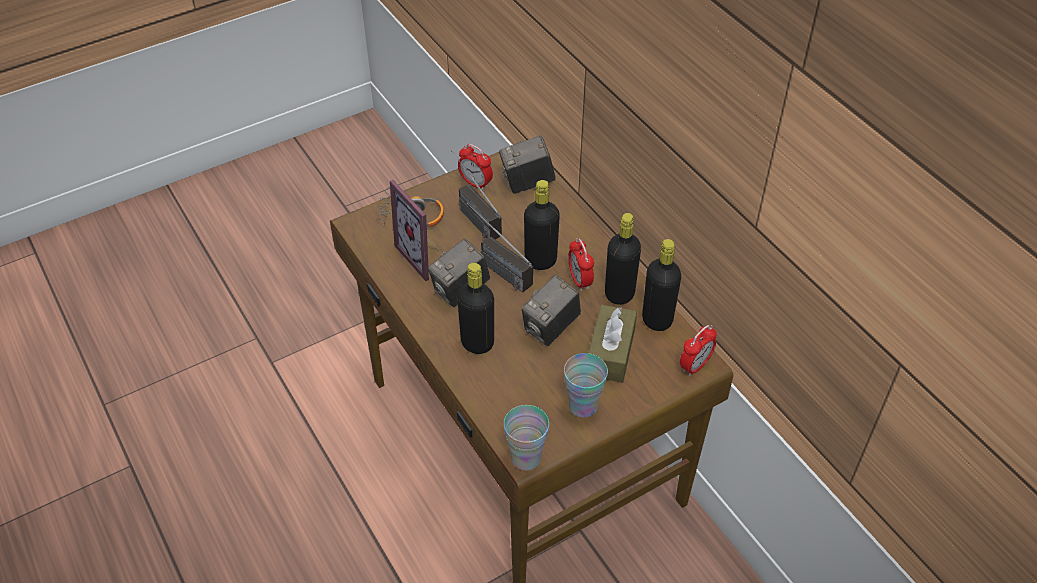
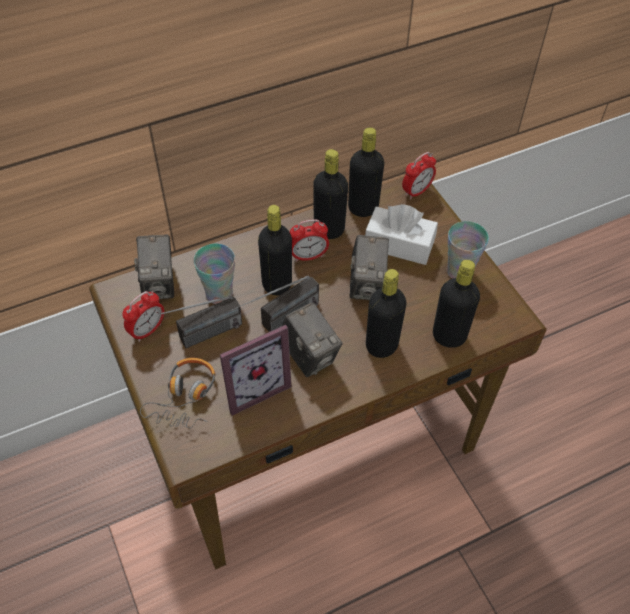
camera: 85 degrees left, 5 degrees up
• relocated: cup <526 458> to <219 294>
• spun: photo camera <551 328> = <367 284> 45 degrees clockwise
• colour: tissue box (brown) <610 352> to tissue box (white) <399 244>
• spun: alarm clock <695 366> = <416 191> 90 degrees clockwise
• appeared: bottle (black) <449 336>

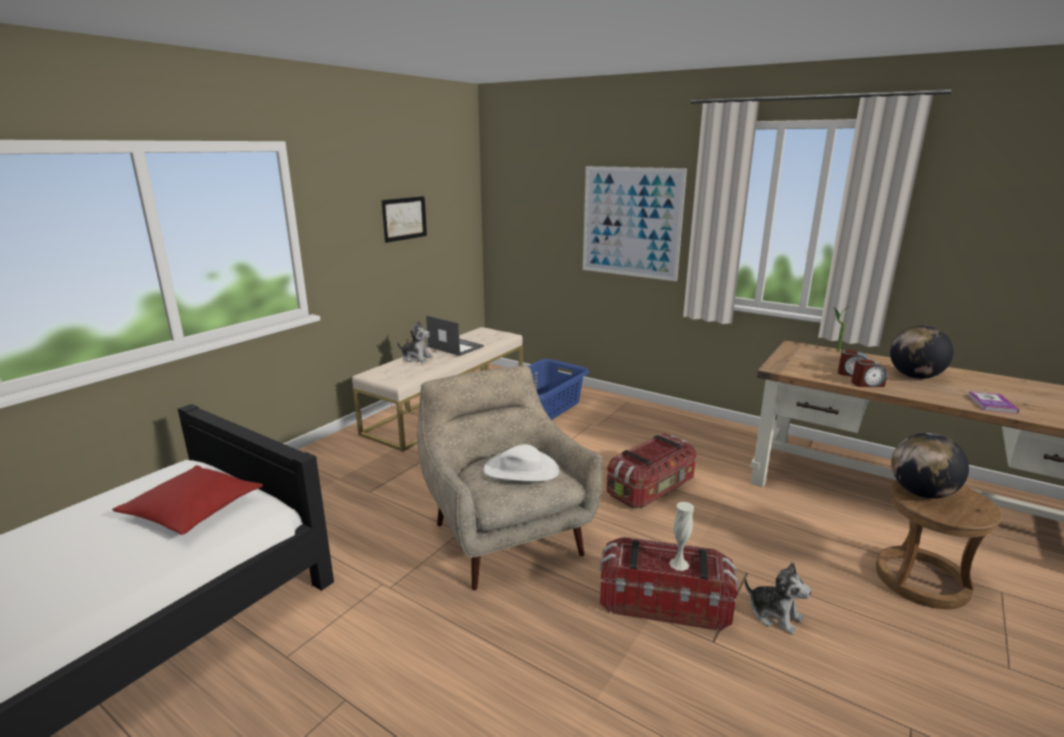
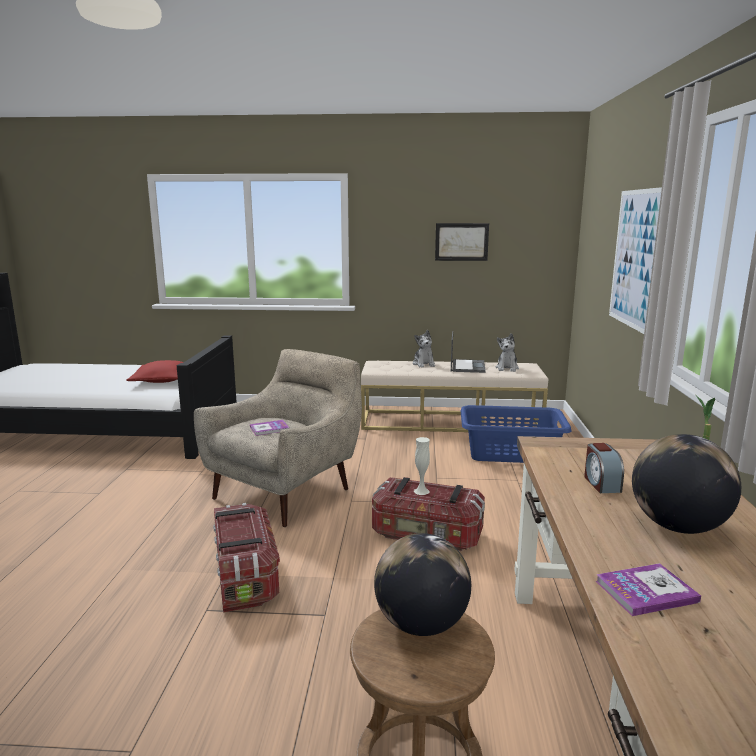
camera: 60 degrees right, 5 degrees down
• exchanged: hat (white) <521 470> to book <269 429>
• relocated: vase (white) <679 564> to <421 491>
• relocated: plush toy <774 615> to <507 368>
• missing: alarm clock <867 384>

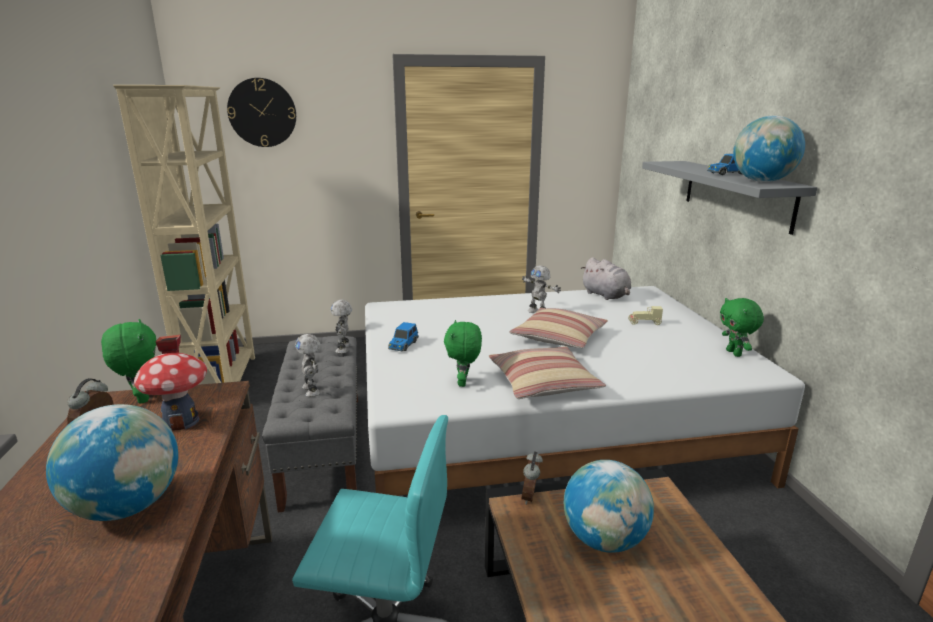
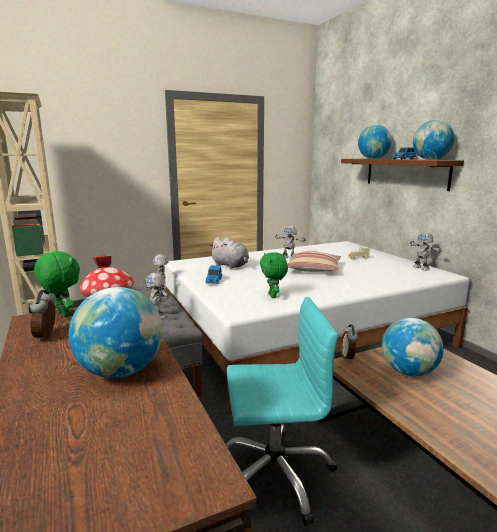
camera: 15 degrees left, 5 degrees down
• missing: wall clock <262 113>
• missing: pillow <543 383>
• relocated: plush toy (grey) <606 295> to <231 266>
• colour: shelf (grey) <736 193> to shelf (brown) <405 173>
• exchanged: plush toy (green) <734 353> to toy robot <421 268>
• appeared: globe <373 158>

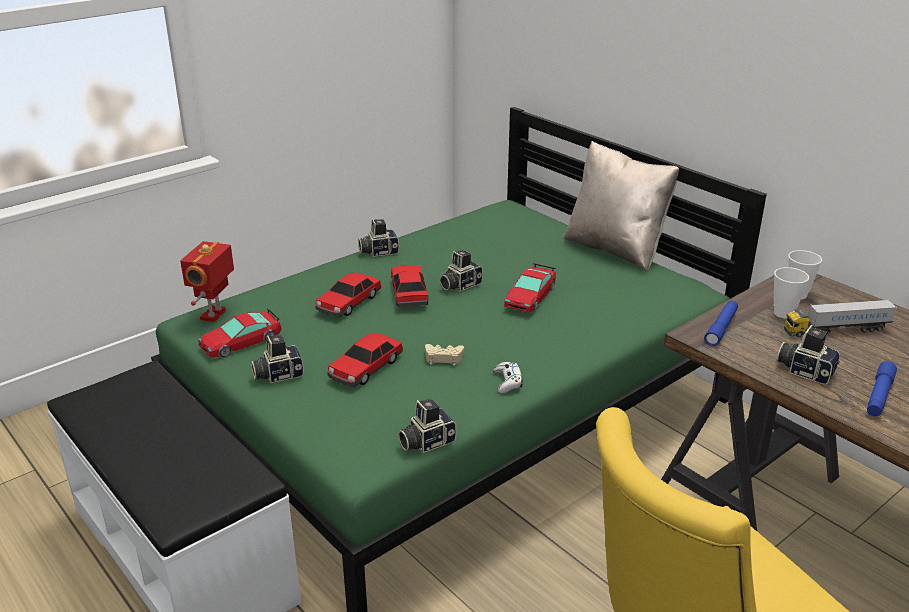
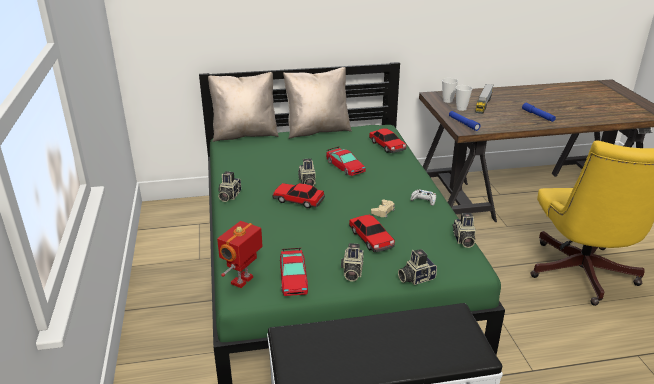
camera: 60 degrees left, 0 degrees up
• spun: toy robot <215 315> = <243 281> 75 degrees clockwise
• relocated: toy car <348 303> to <387 146>
• relocated: photo camera <805 370> to <415 277>
• appeared: pillow (beige) <245 134>

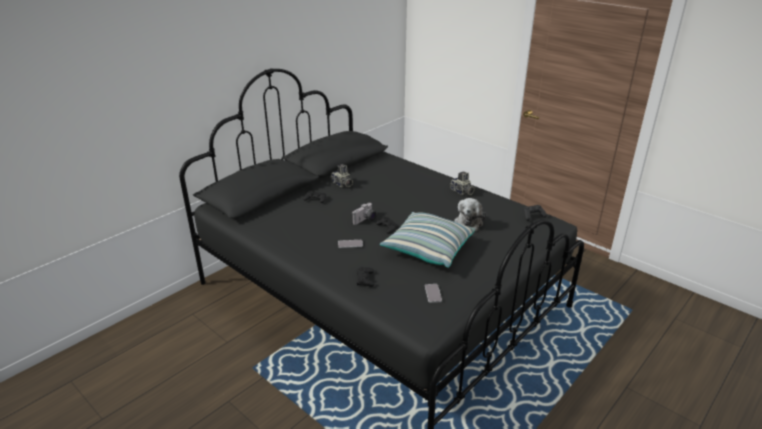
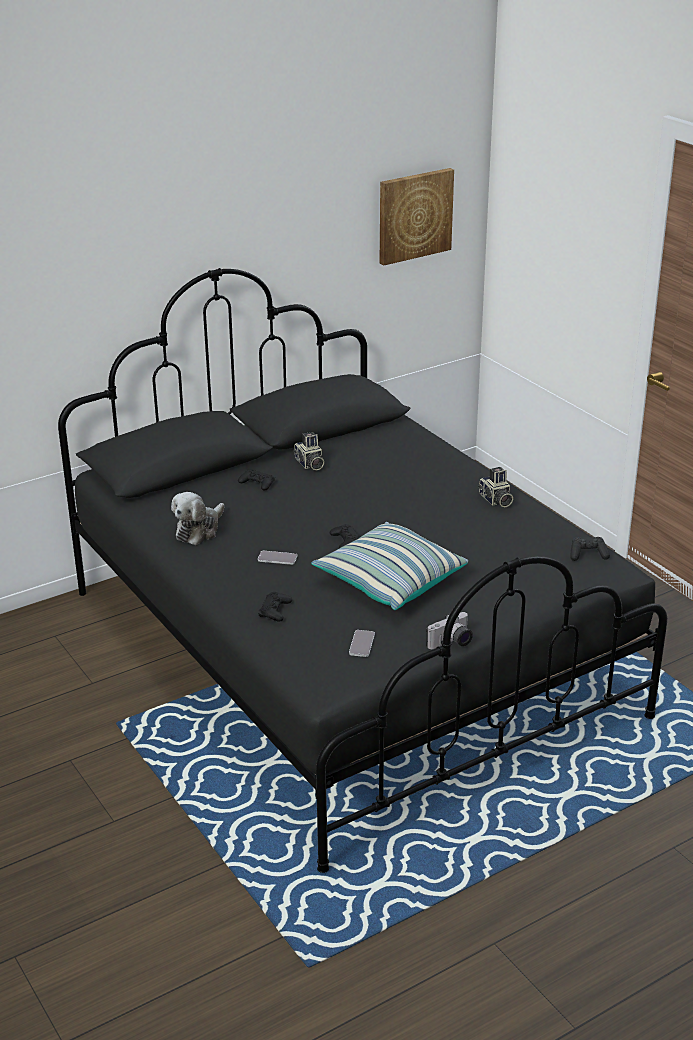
camera: 15 degrees right, 0 degrees up
• relocated: photo camera <365 220> to <451 643>
• relocated: plush toy <469 222> to <199 530>
• appeared: picture <414 215>

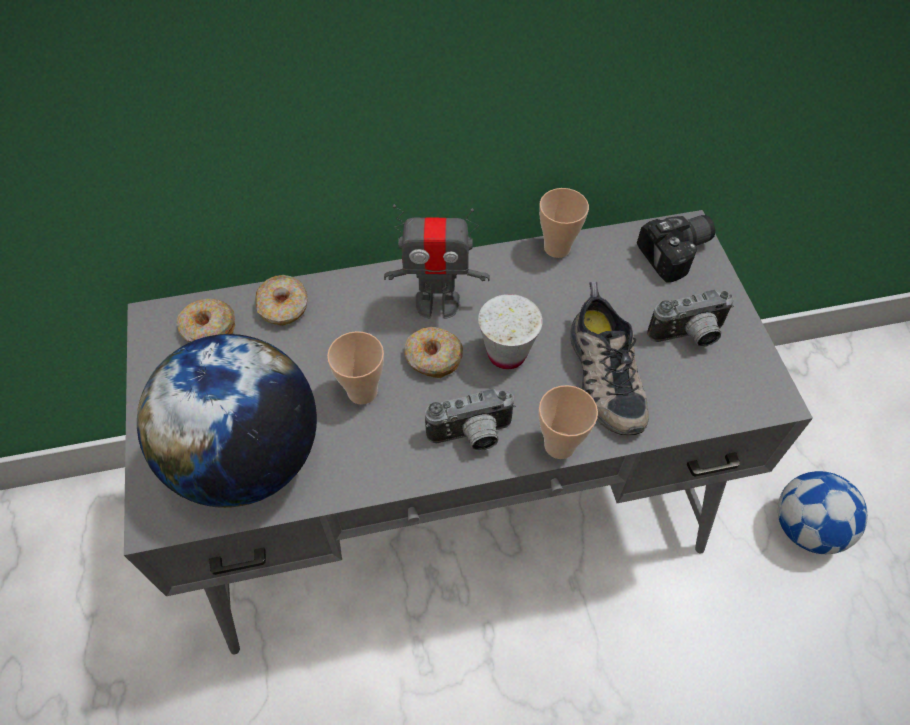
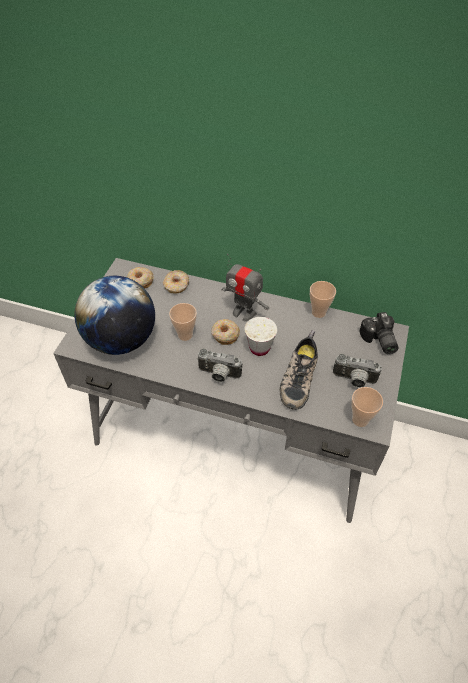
camera: 30 degrees right, 5 degrees down
• relocated: cup <559 445> to <360 419>
• spun: photo camera <678 254> = <378 341> 75 degrees clockwise
• missing: football <806 527>

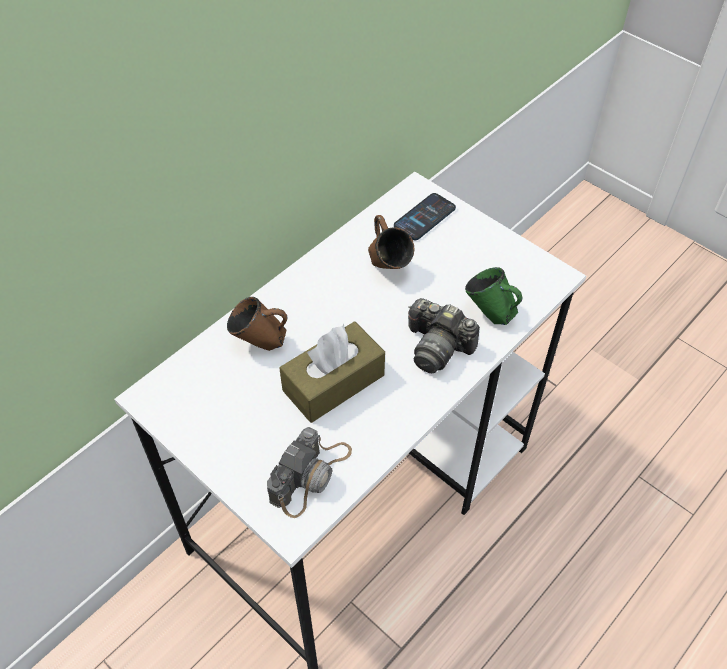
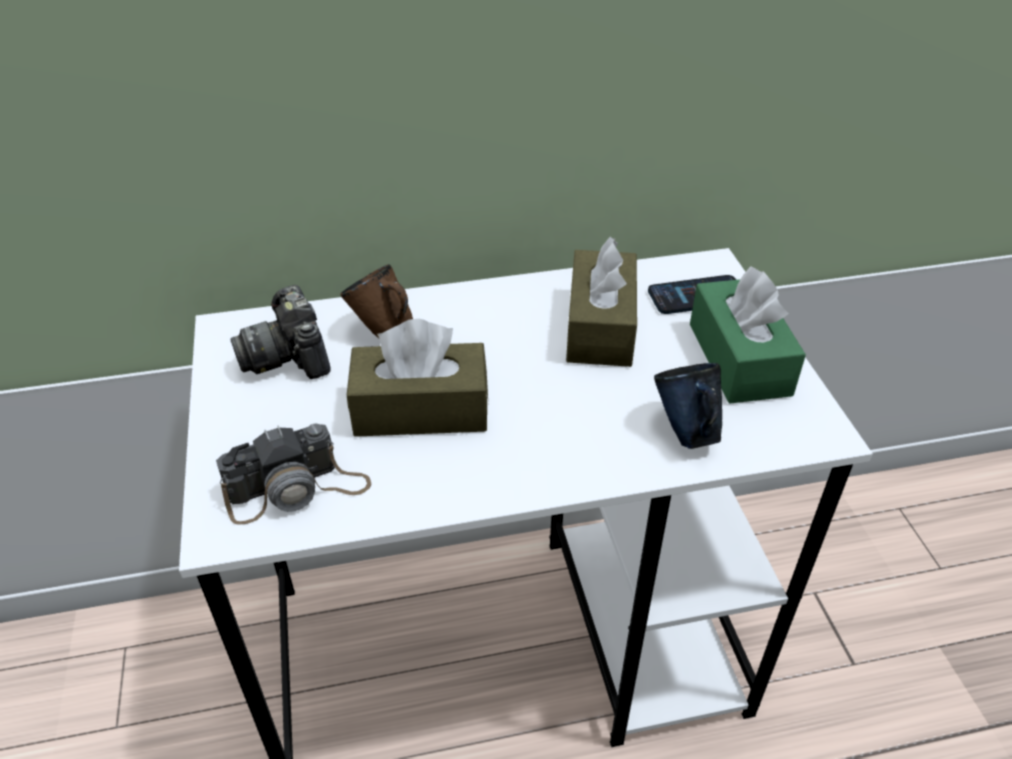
camera: 35 degrees right, 10 degrees down
• exchanged: mug (brown) <387 268> to tissue box (brown) <600 326>
• relocated: photo camera <437 347> to <289 355>
• colour: mug (green) <490 315> to mug (blue) <686 433>
• appeared: tissue box (green) <739 359>

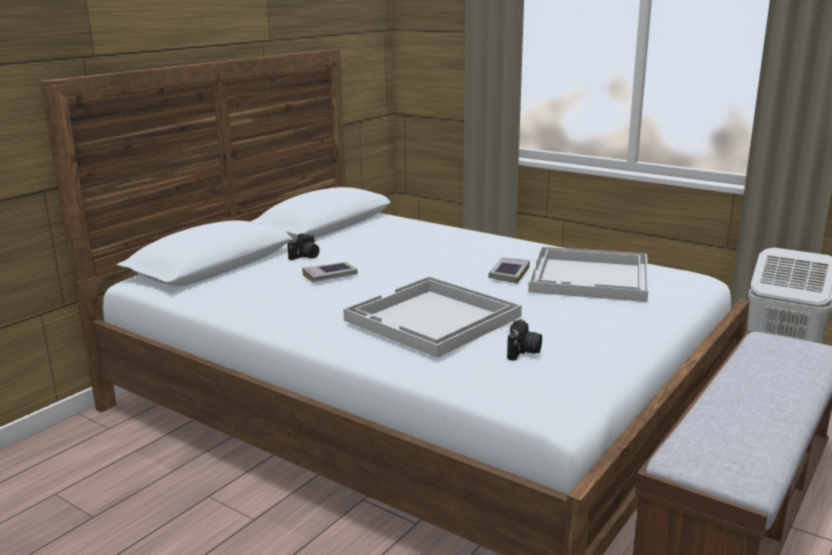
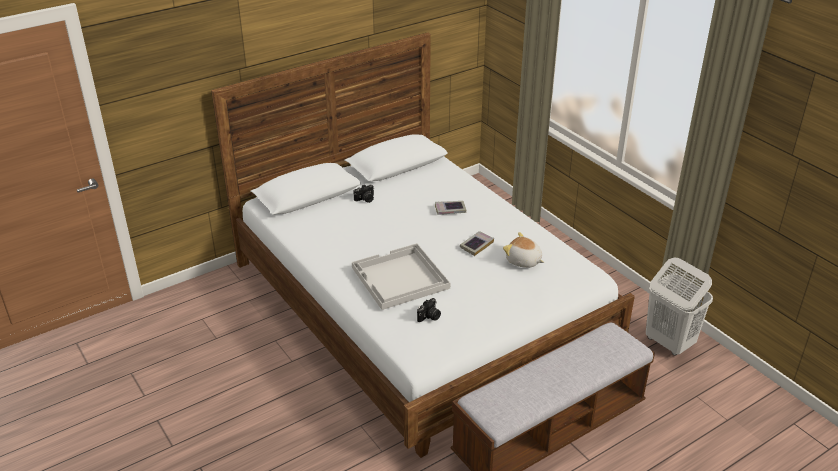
camera: 20 degrees right, 15 degrees up
• relocated: book <330 276> to <450 210>
• exchanged: tray (white) <591 277> to plush toy <523 261>

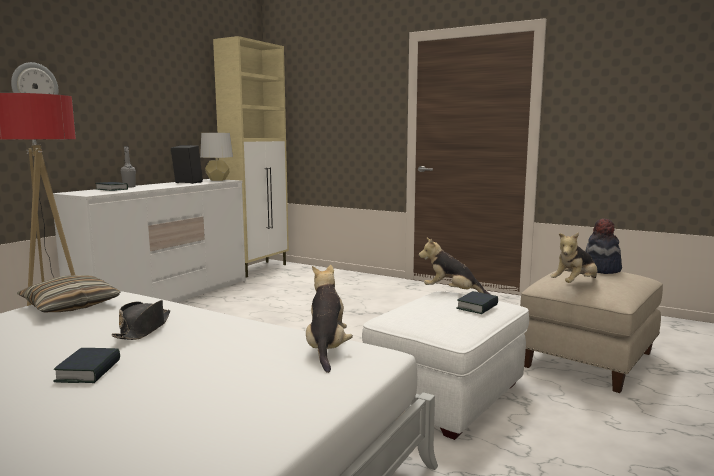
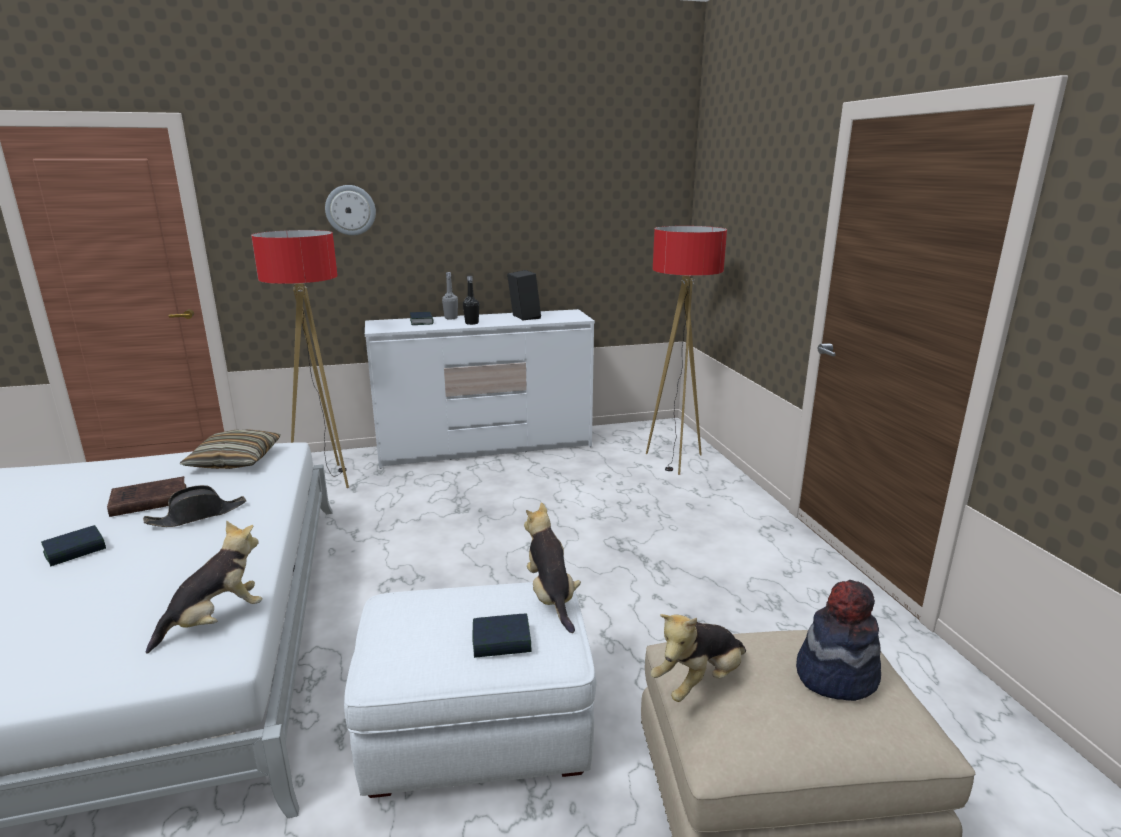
camera: 45 degrees right, 10 degrees up
• missing: table lamp (grey) <217 180>
• missing: cabinet (beige) <258 269>
• spun: plush toy <575 284> = <699 682> 45 degrees counterclockwise
• appeared: book (brown) <147 501>
• appeared: bottle (black) <471 323>
• appeared: floor lamp <675 461>

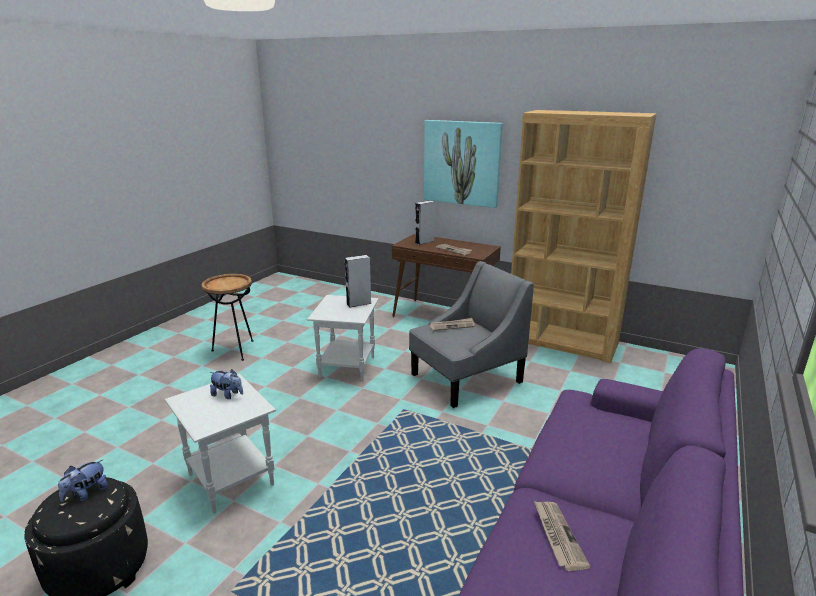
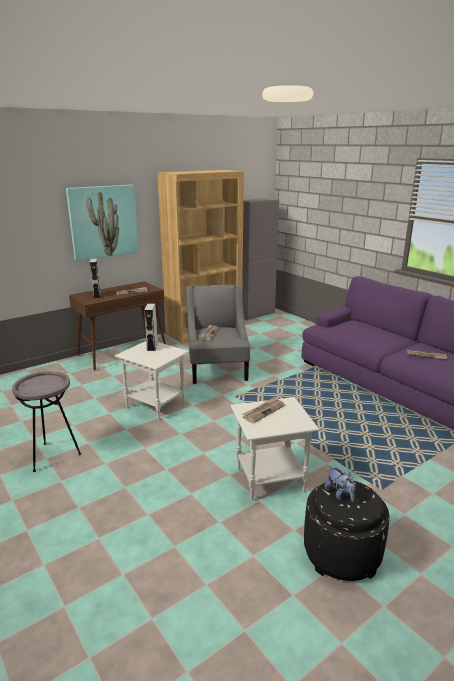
camera: 65 degrees left, 0 degrees up
• colour: side table (brown) <236 350> to side table (grey) <53 456>
• exchanged: plush toy <228 395> to newspaper <263 411>
• appeared: cabinet (grey) <256 314>

